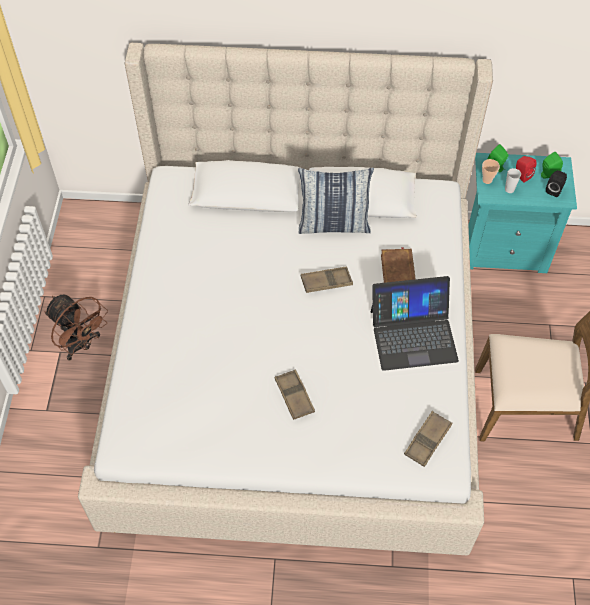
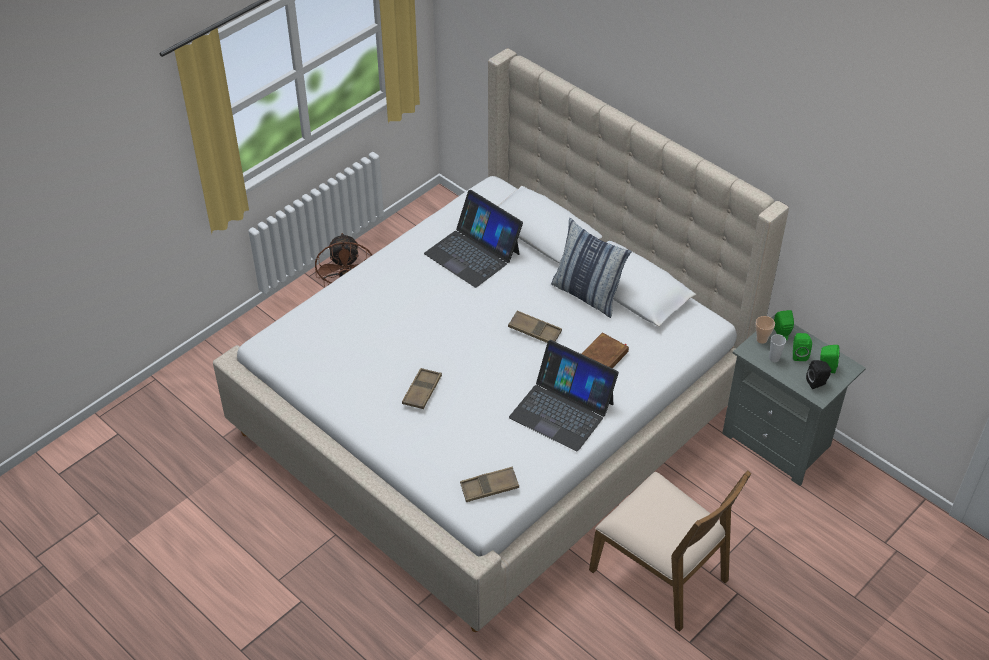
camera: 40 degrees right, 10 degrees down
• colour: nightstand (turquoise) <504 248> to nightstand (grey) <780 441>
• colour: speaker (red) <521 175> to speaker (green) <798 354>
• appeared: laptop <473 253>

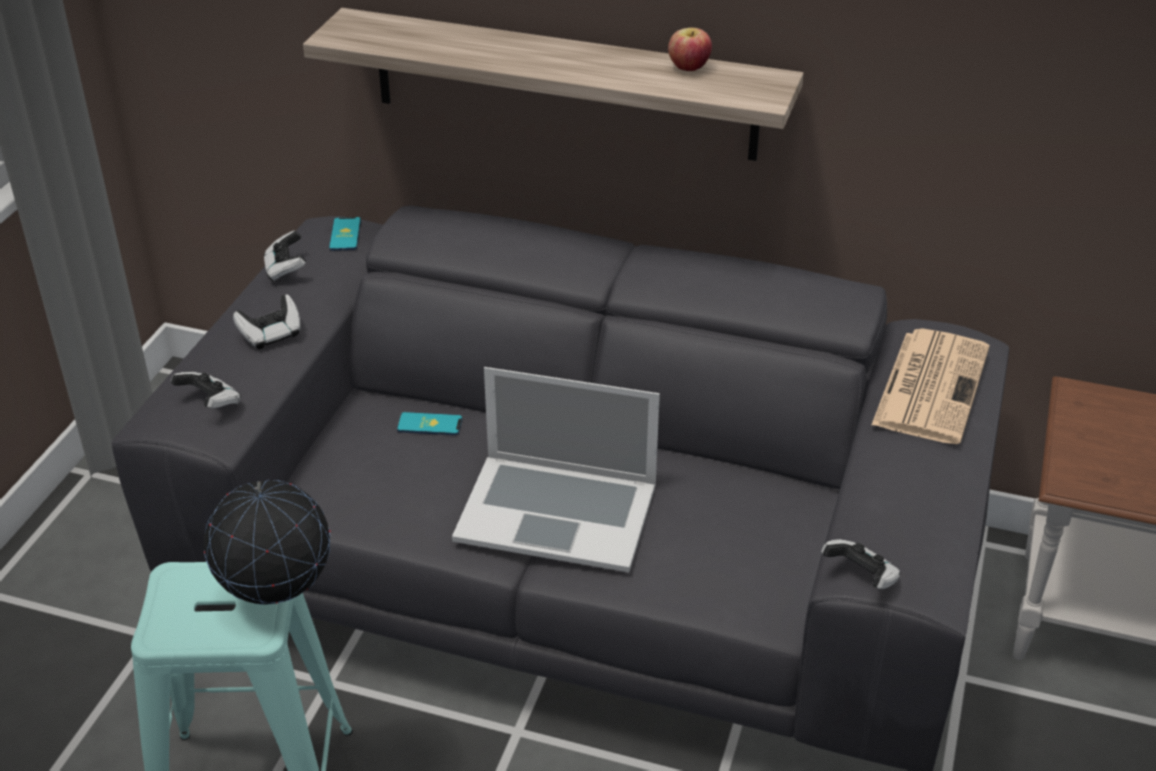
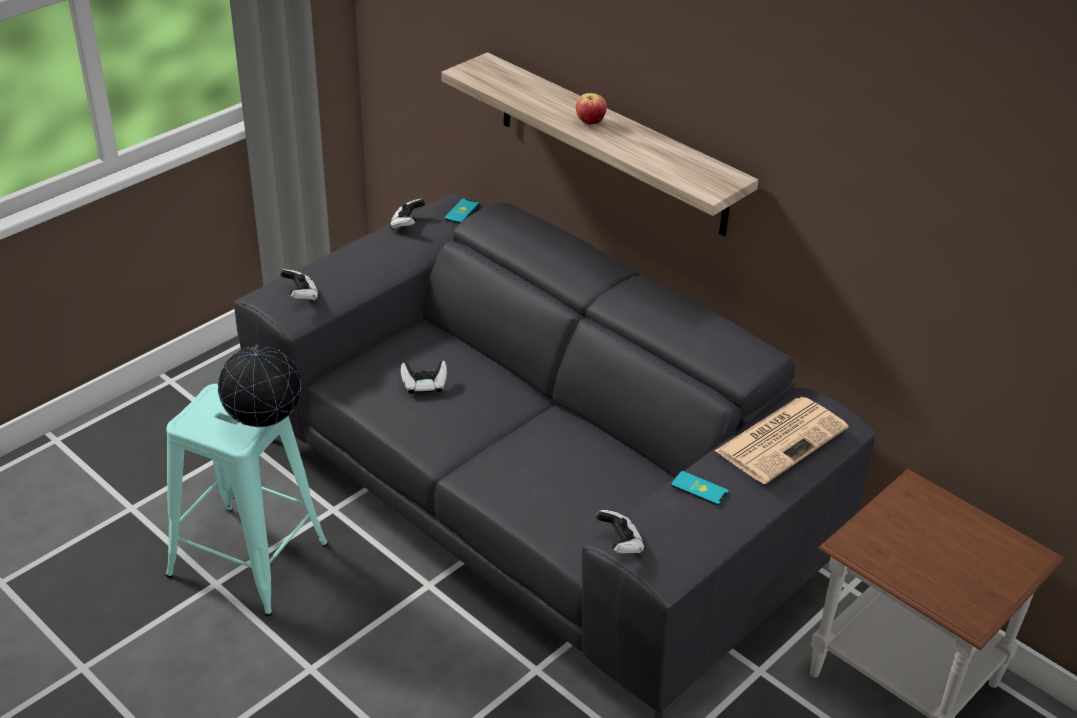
camera: 25 degrees right, 0 degrees up
• relocated: game controller <271 335> to <424 385>
• relocated: phone <429 424> to <699 489>
• missing: laptop <557 511>
• relocated: apple <689 68> to <590 122>

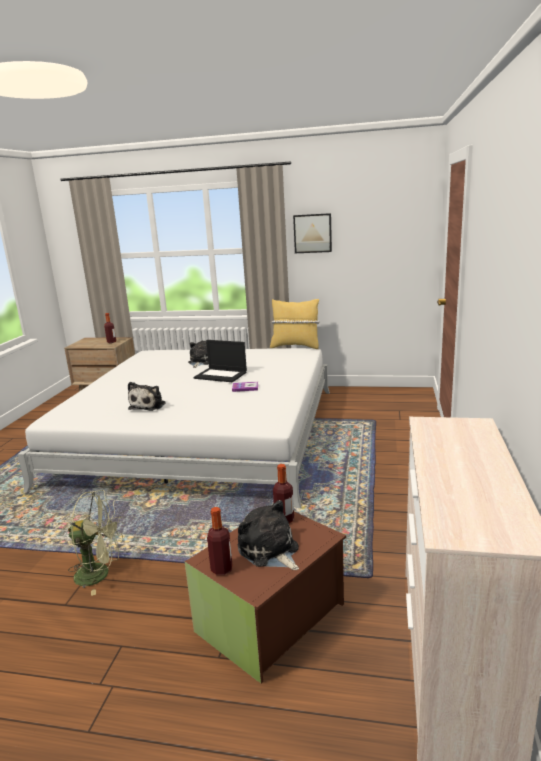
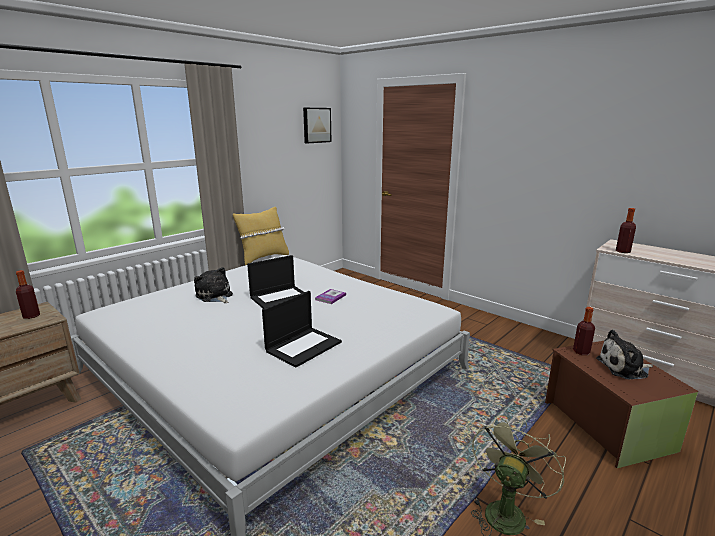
camera: 60 degrees left, 0 degrees up
• exchanged: plush toy <149 405> to laptop <303 346>
• relocated: bottle <221 569> to <623 251>
• relocated: picture <312 233> to <316 125>

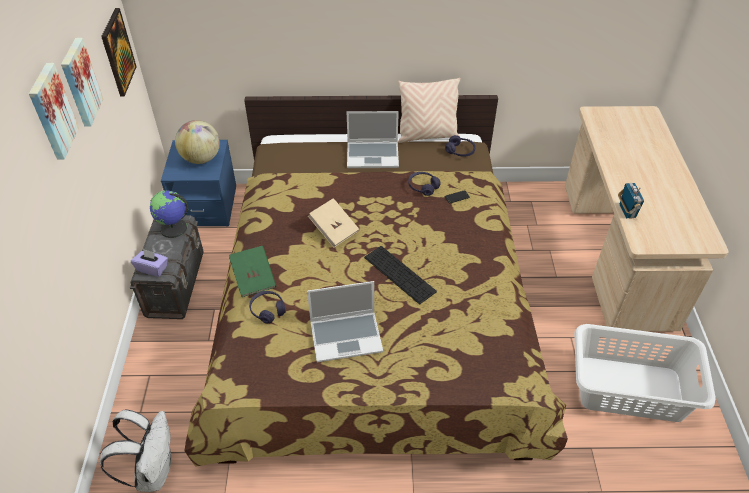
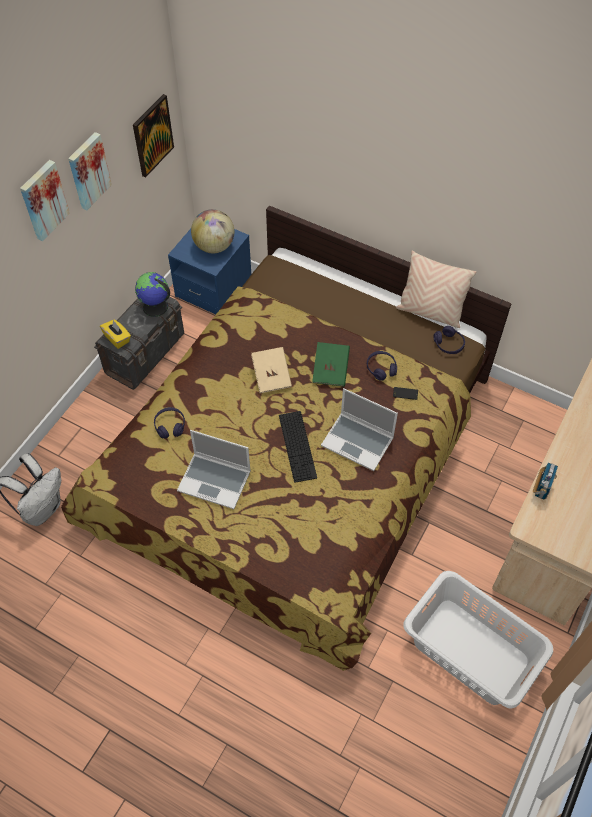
camera: 30 degrees right, 10 degrees up
• colour: tissue box (purple) <152 269> to tissue box (yellow) <117 338>
• relocated: book (green) <254 279> to <330 370>
• relocated: laptop <373 155> to <358 442>

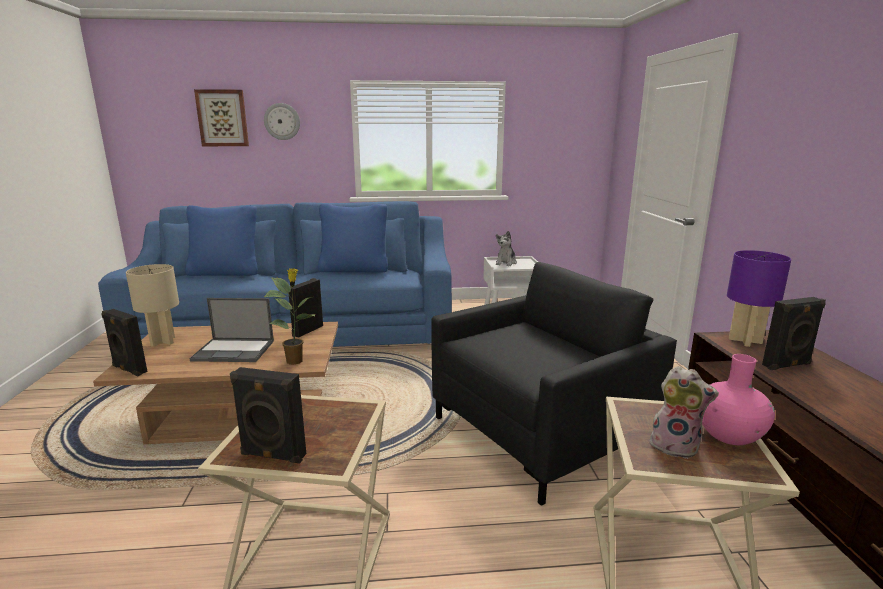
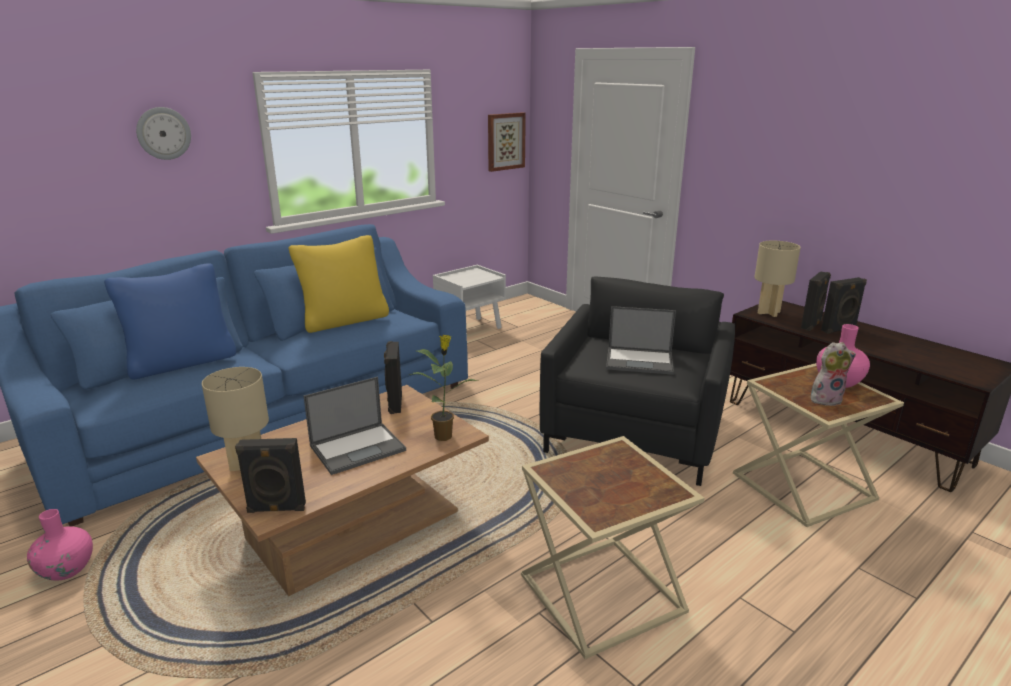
camera: 35 degrees left, 5 degrees up
• relocated: picture <222 118> to <505 141>
• relocated: speaker (black) <272 455> to <839 330>
• colour: pillow (blue) <354 269> to pillow (yellow) <344 320>
• missing: plush toy <506 263>
• colour: table lamp (purple) <745 341> to table lamp (beige) <769 313>
• appeared: vase (pink) <67 570>
• appeared: laptop <640 361>

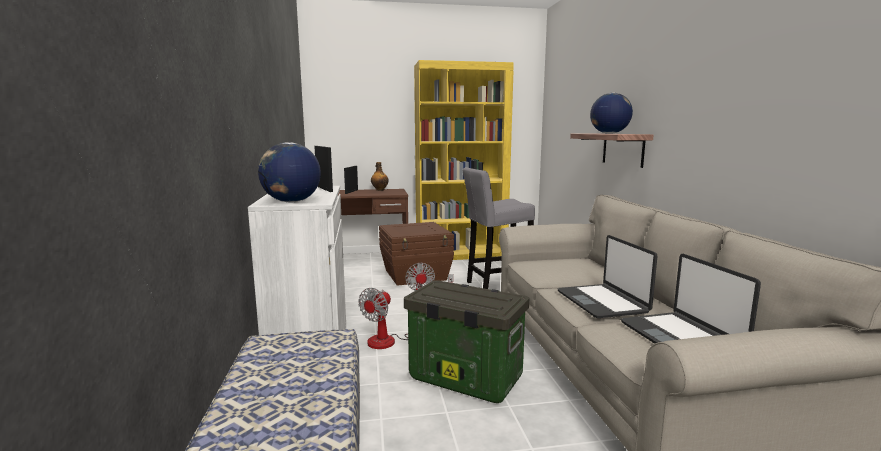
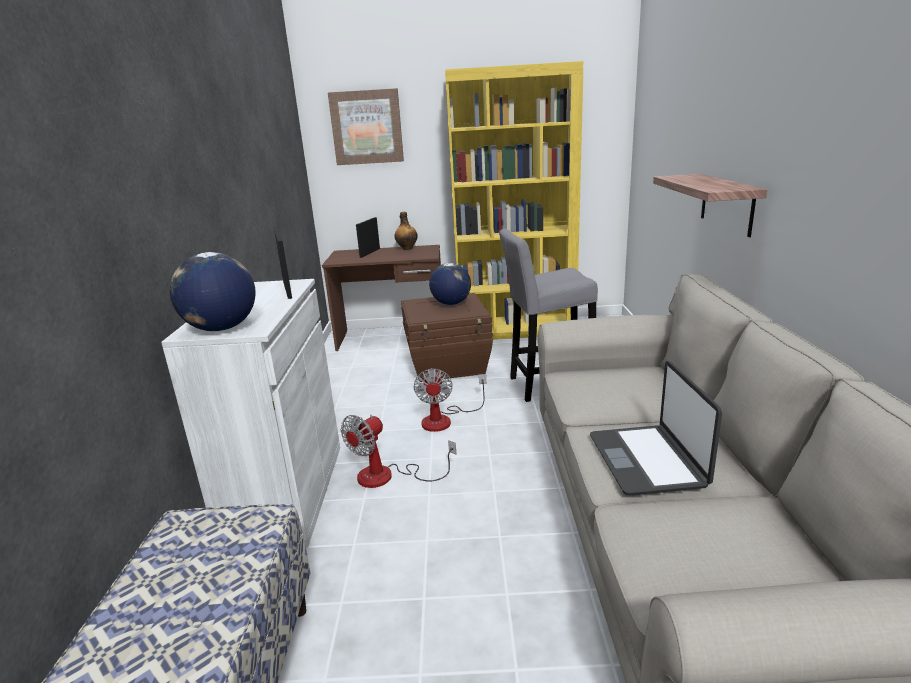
camera: 10 degrees right, 10 degrees up
• missing: storage box <463 378>
• relocated: globe <609 133> to <451 303>
• missing: laptop <681 337>
• appeared: picture <367 127>

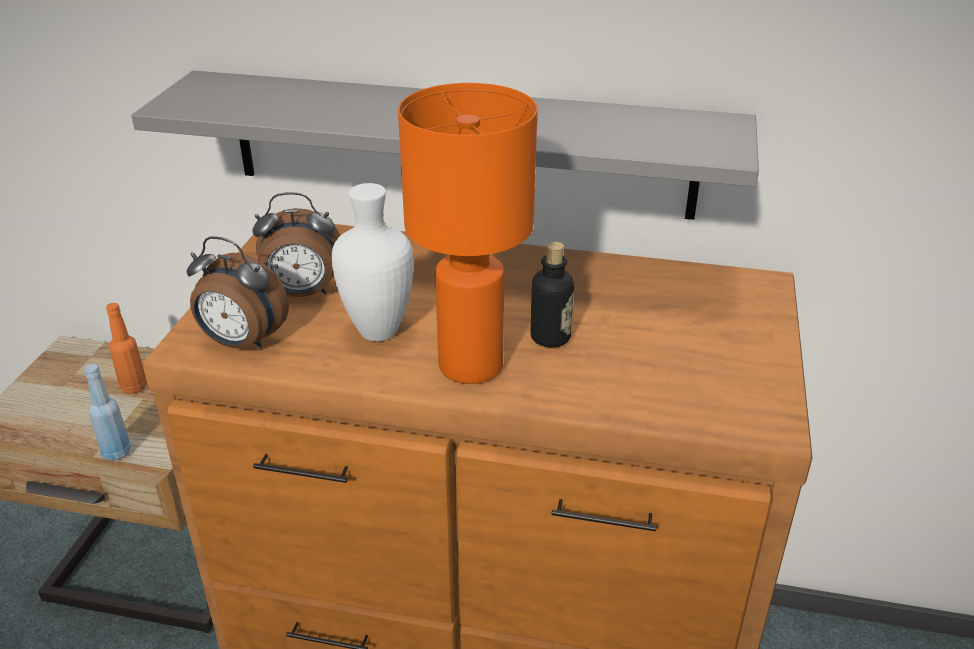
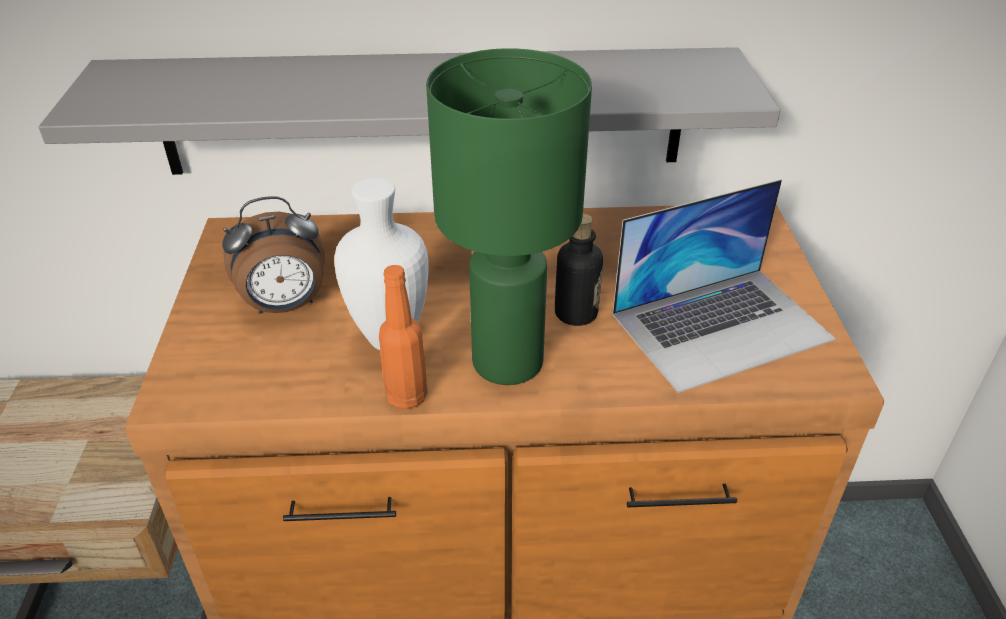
camera: 15 degrees left, 5 degrees up
• missing: bottle (blue) <117 452>
• relocated: bottle (orange) <134 387> to <407 396>
• missing: alarm clock <242 343>
• colour: table lamp (orange) <469 365> to table lamp (green) <505 362>
• appeared: laptop <721 326>

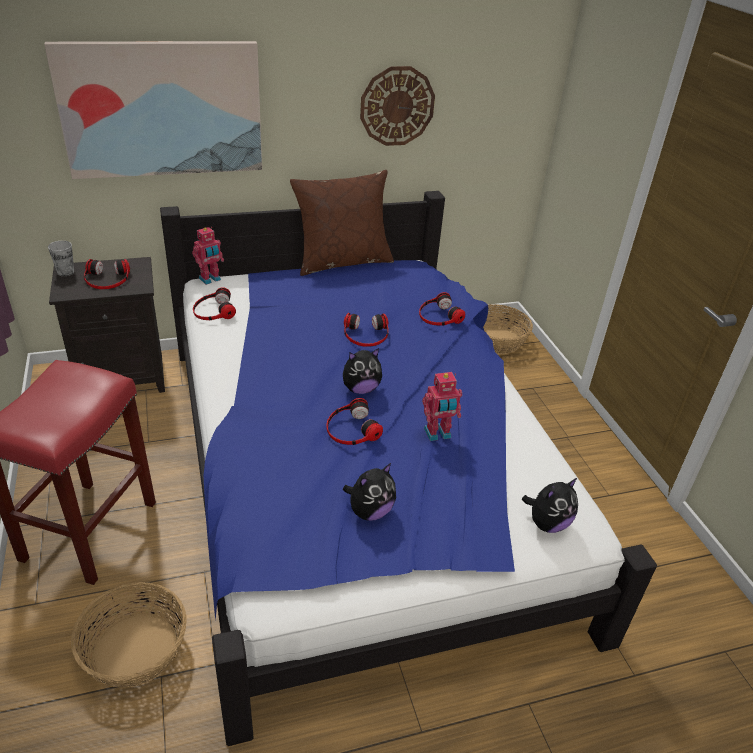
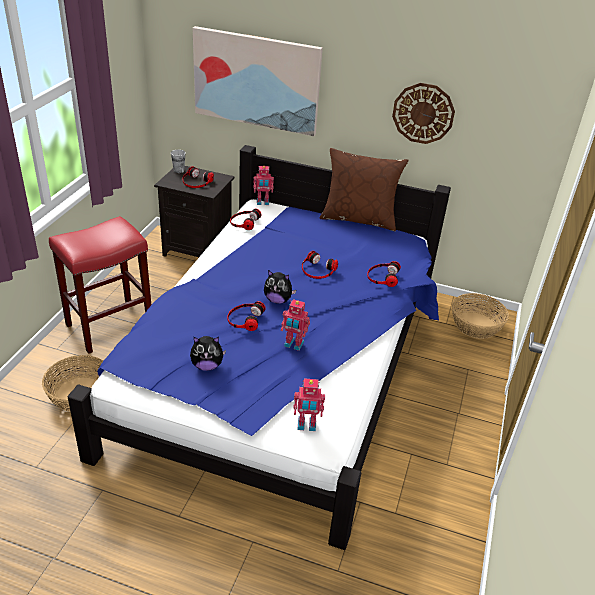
camera: 35 degrees right, 0 degrees up
• exchanged: plush toy <547 523> to toy robot <306 425>

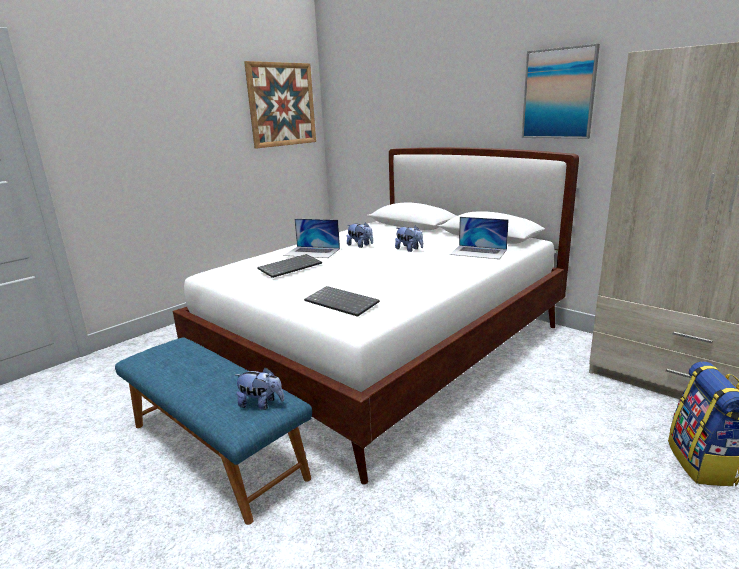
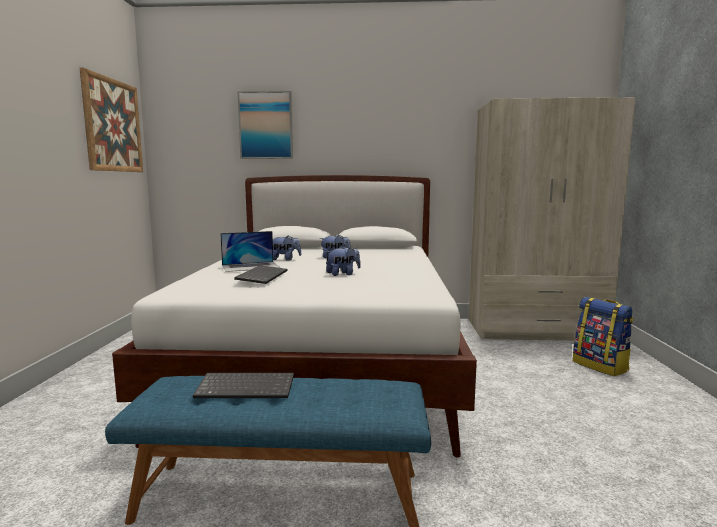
camera: 40 degrees left, 10 degrees down
• relocated: plush toy <261 404> to <343 274>
• relocated: keyboard <343 302> to <247 387>
• missing: laptop <478 252>
• relocated: picture <559 94> to <266 125>

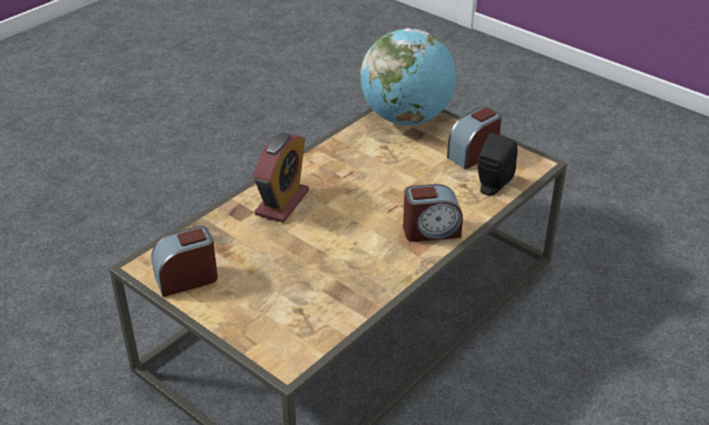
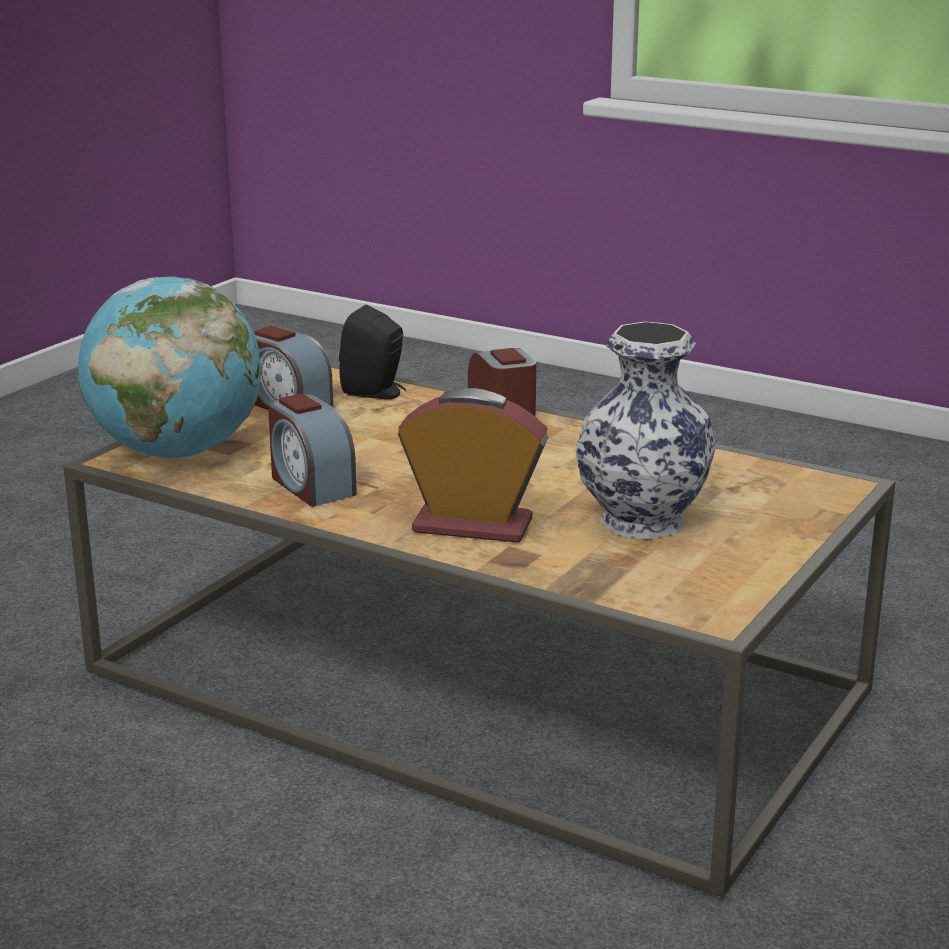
camera: 100 degrees left, 15 degrees down
• relocated: alarm clock <187 279> to <311 485>
• appeared: vase <642 520>

